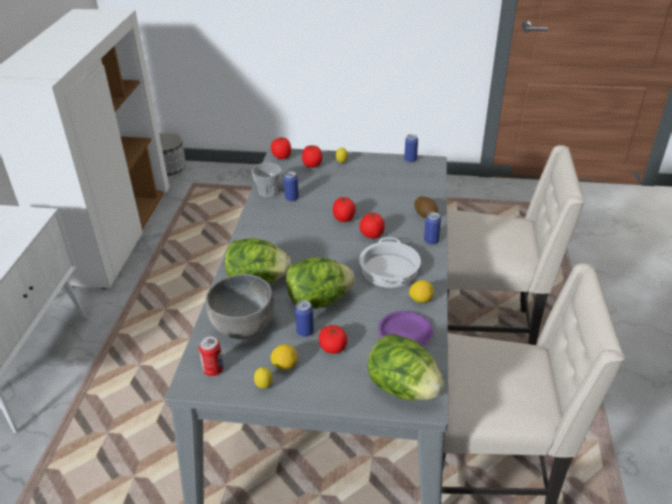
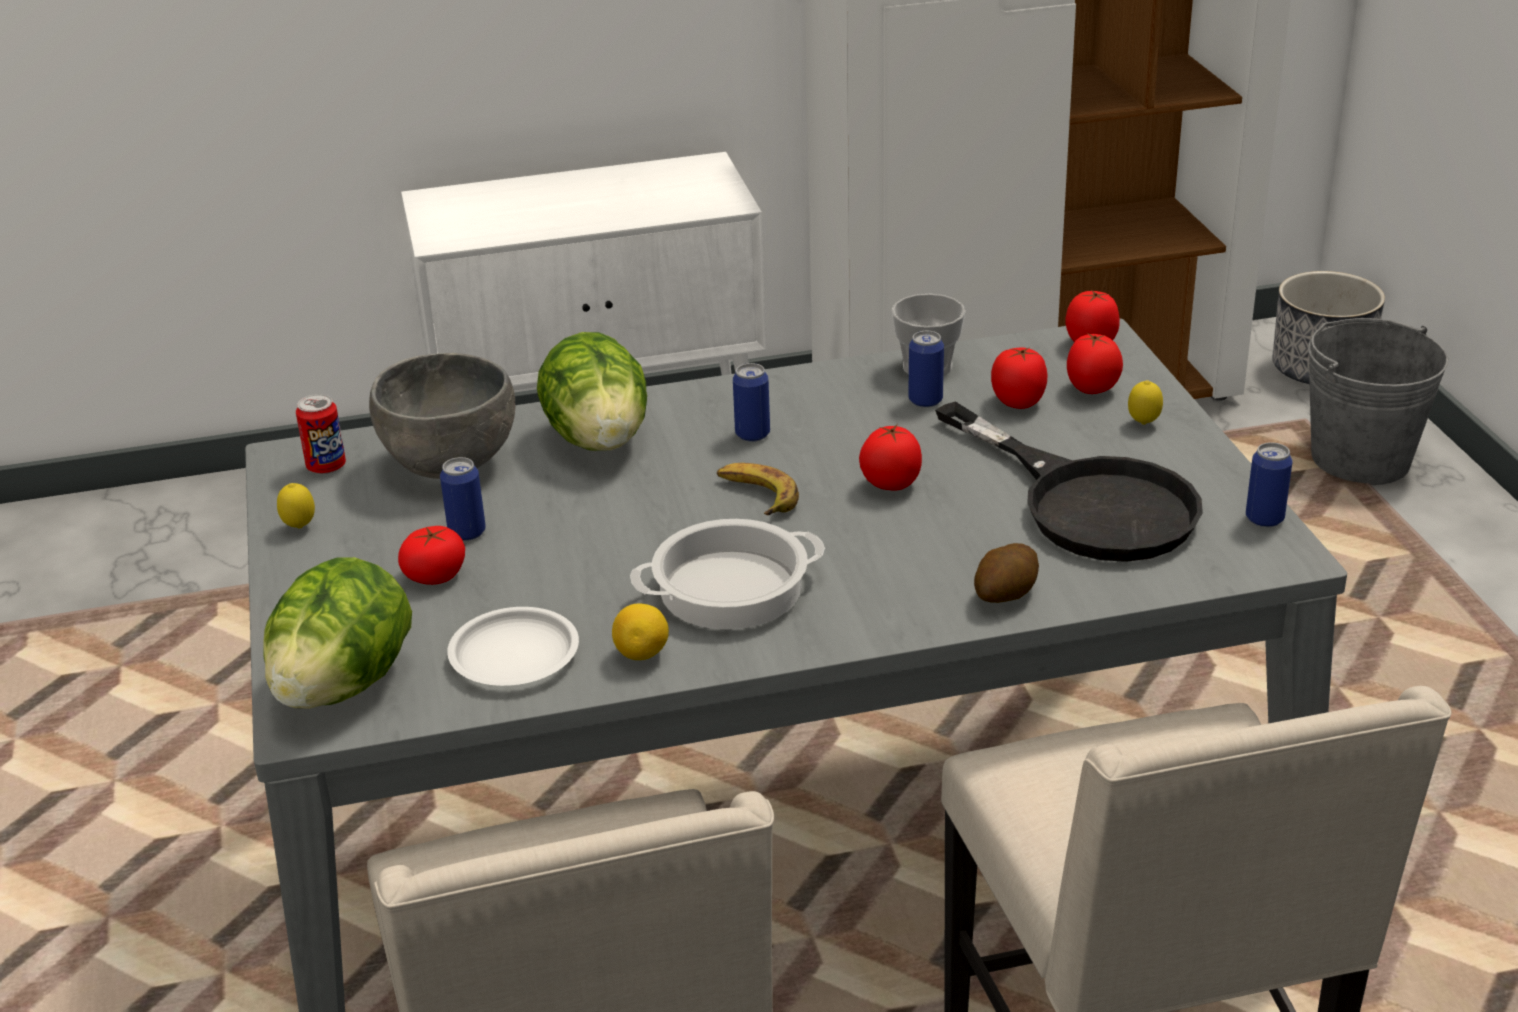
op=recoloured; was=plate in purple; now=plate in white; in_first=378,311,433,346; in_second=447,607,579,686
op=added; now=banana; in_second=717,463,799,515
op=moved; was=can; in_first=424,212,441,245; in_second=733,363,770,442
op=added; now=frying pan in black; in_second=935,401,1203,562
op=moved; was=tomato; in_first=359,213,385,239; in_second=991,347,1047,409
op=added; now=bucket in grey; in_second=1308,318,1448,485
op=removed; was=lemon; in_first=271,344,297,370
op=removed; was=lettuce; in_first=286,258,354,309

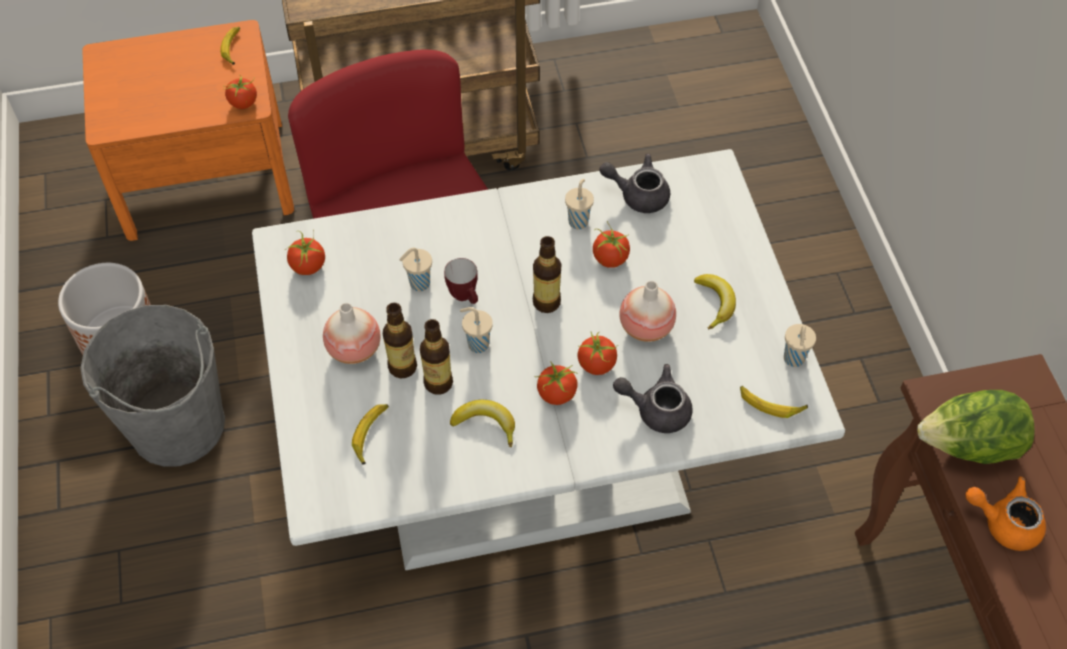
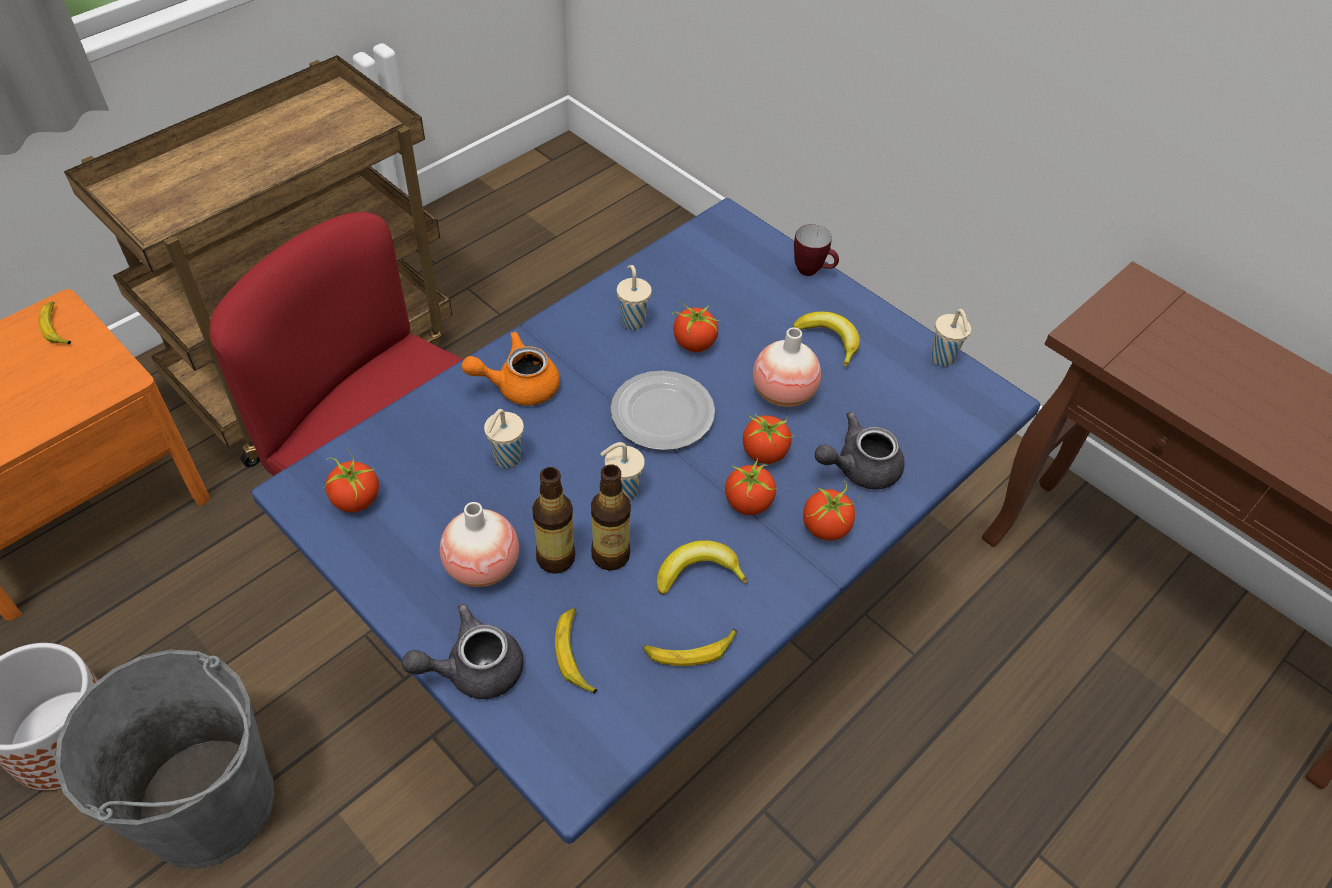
op=recoloured; was=dining table in white; now=dining table in blue; in_first=252,149,845,570; in_second=252,198,1040,844
op=moved; was=teapot in grey; in_first=599,154,670,213; in_second=402,604,524,699
op=moved; was=teapot in orange; in_first=965,477,1046,551; in_second=461,331,560,406
op=replaced; was=bottle; now=plate; in_first=533,236,561,313; in_second=611,371,715,450
op=moved; was=banana; in_first=740,386,808,418; in_second=643,628,737,666
op=moved; was=mug; in_first=444,258,478,304; in_second=794,224,839,276
op=moved; was=tomato; in_first=223,74,257,109; in_second=803,481,859,540
op=removed; was=lettuce; in_first=917,390,1035,464

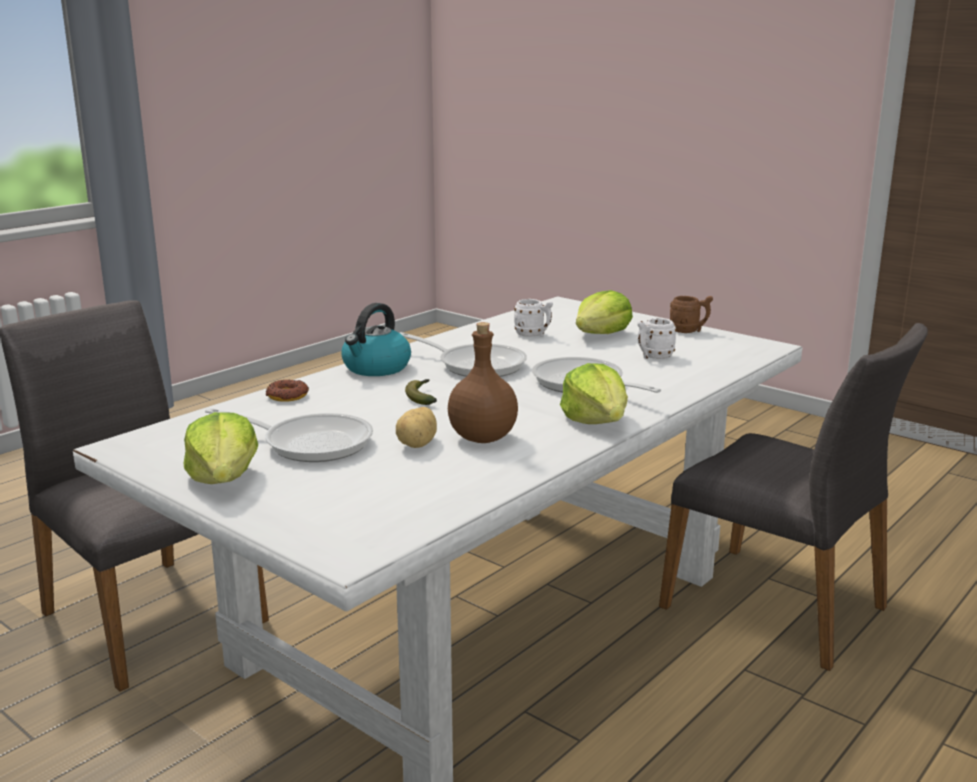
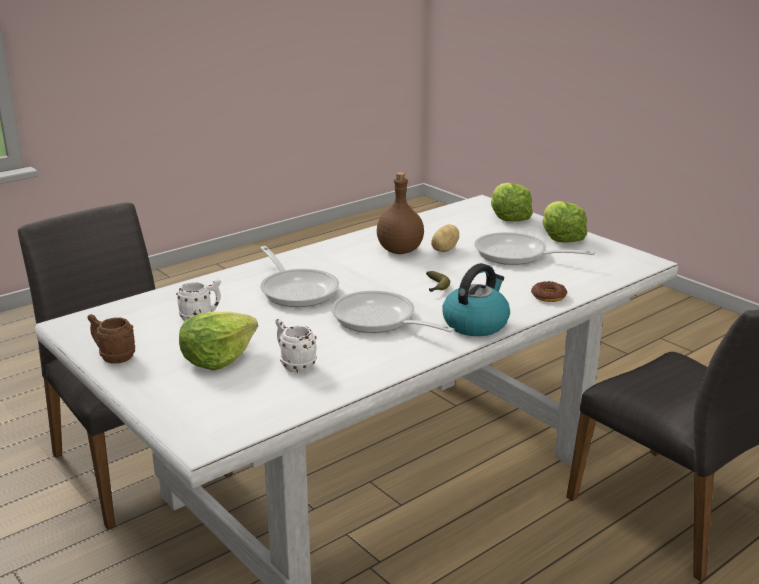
op=moved; was=lettuce; in_first=560,363,628,424; in_second=491,183,533,222

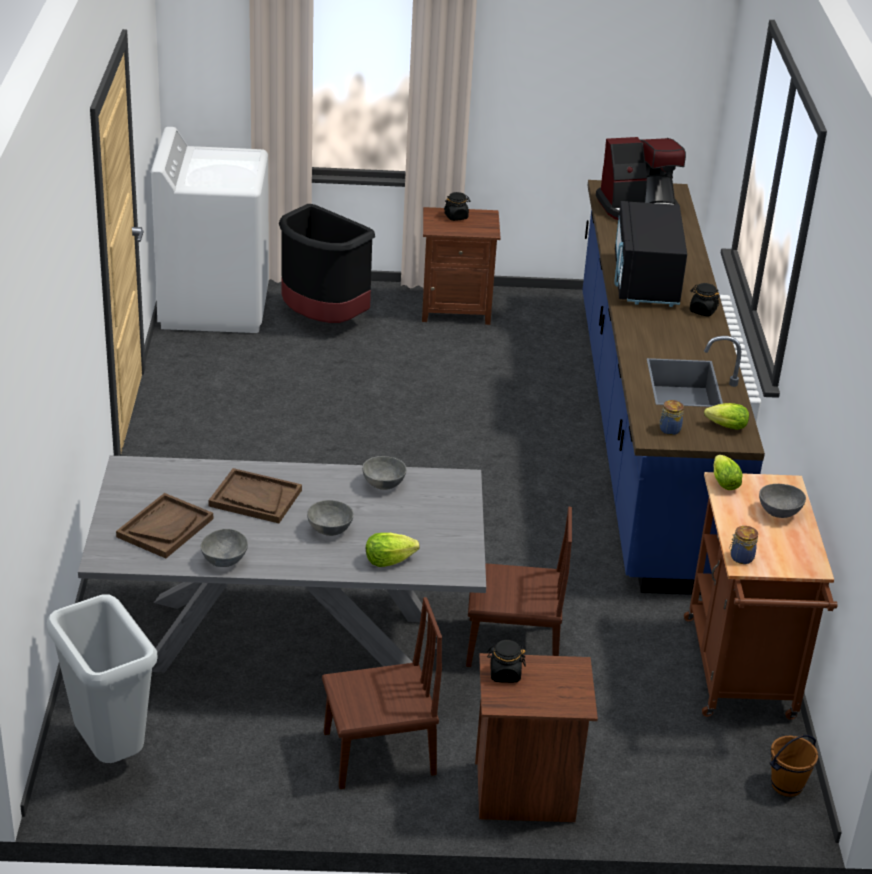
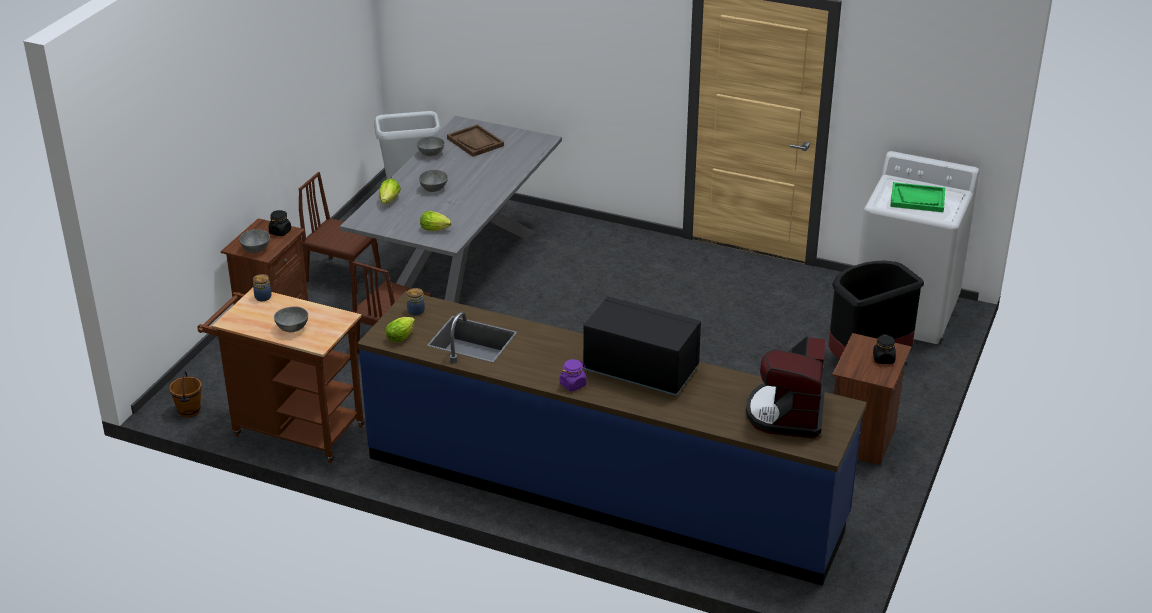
op=moved; was=bowl in grey; in_first=362,456,407,490; in_second=239,229,270,253
op=turned; was=chair in brown; in_first=322,597,442,789; in_second=299,172,381,295; clockwise=105
op=moved; was=lettuce; in_first=713,455,743,490; in_second=420,211,452,231
op=recoloured; was=jar in black; now=jar in purple; in_first=690,283,720,317; in_second=560,359,586,391
op=added; now=tray in green; in_second=890,182,945,212
op=removed; was=tray in brown; in_first=208,468,302,523

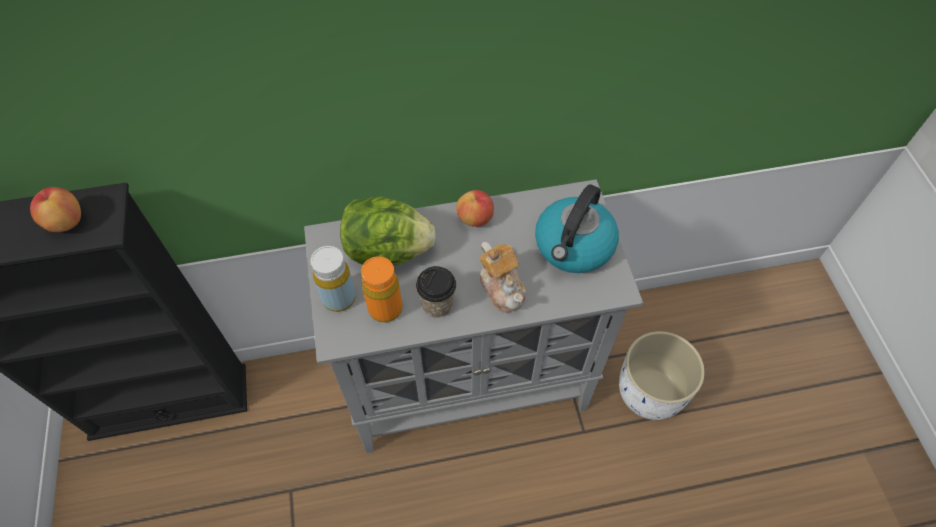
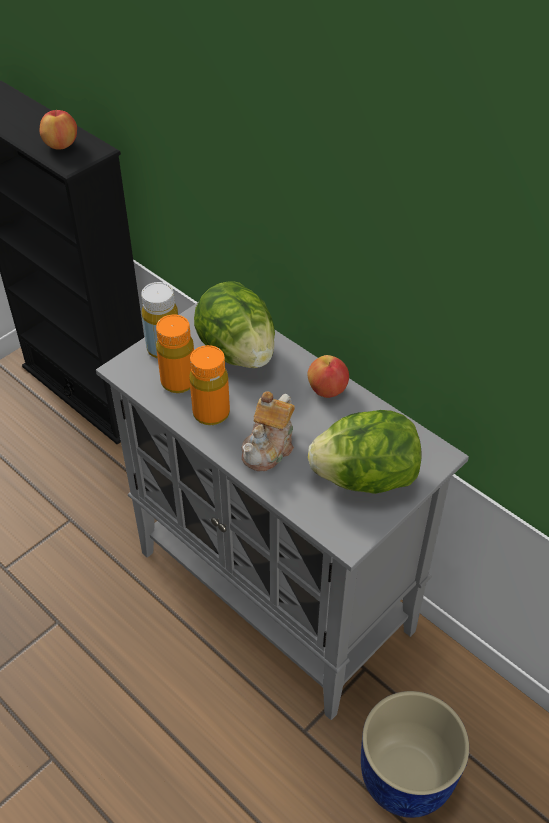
op=replaced; was=cup; now=bottle in orange; in_first=416,266,456,318; in_second=189,345,230,425
op=replaced; was=kettle; now=lettuce; in_first=535,184,619,273; in_second=308,410,422,494
op=recoloured; was=planter in white; now=planter in blue; in_first=619,331,705,420; in_second=361,691,469,818

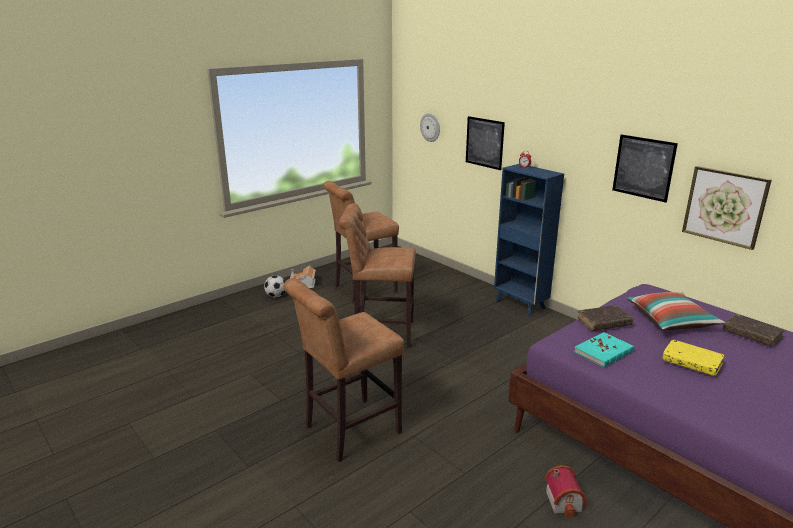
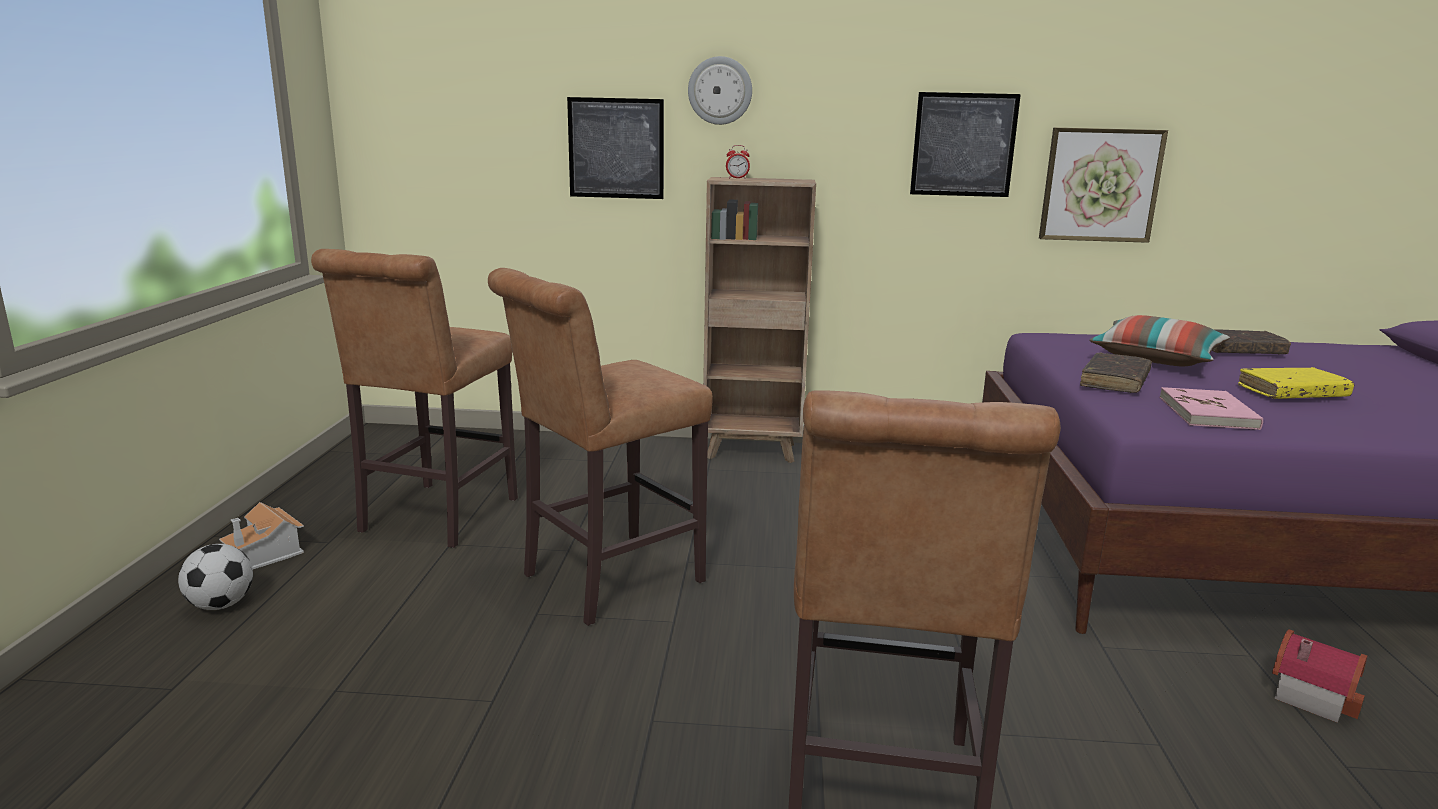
op=moved; was=wall clock; in_first=420,113,440,142; in_second=688,56,752,125
op=recoloured; was=bookcase in blue; now=bookcase in brown; in_first=494,164,564,317; in_second=703,177,816,463
op=recoloured; was=book in turquoise; now=book in pink; in_first=574,332,634,367; in_second=1160,387,1263,430

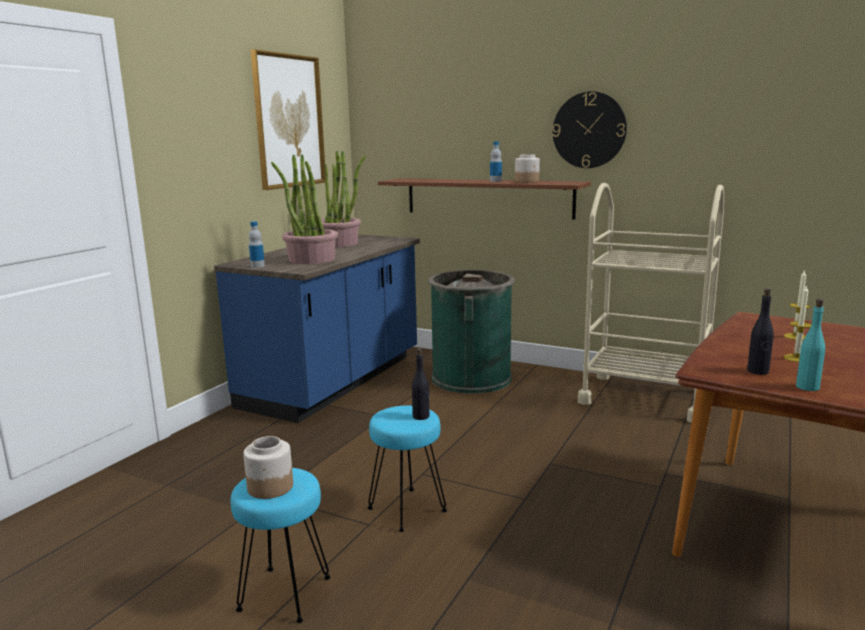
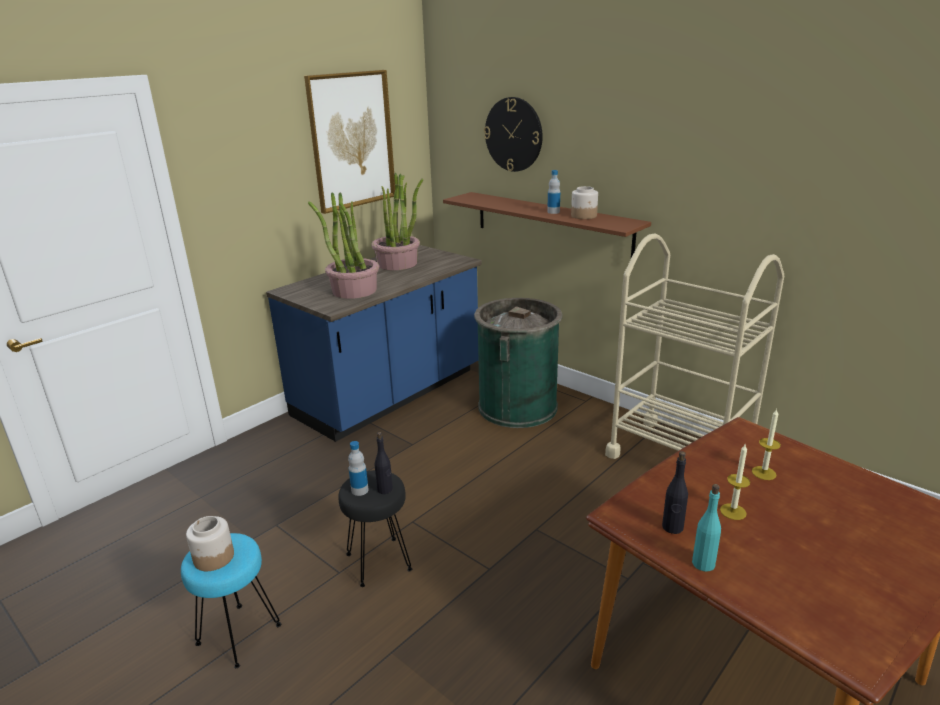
op=recoloured; was=stool in turquoise; now=stool in black; in_first=368,406,447,532; in_second=338,470,412,587
op=moved; was=bottle; in_first=249,221,265,268; in_second=348,441,369,496
op=moved; was=wall clock; in_first=552,91,627,168; in_second=484,97,543,172

